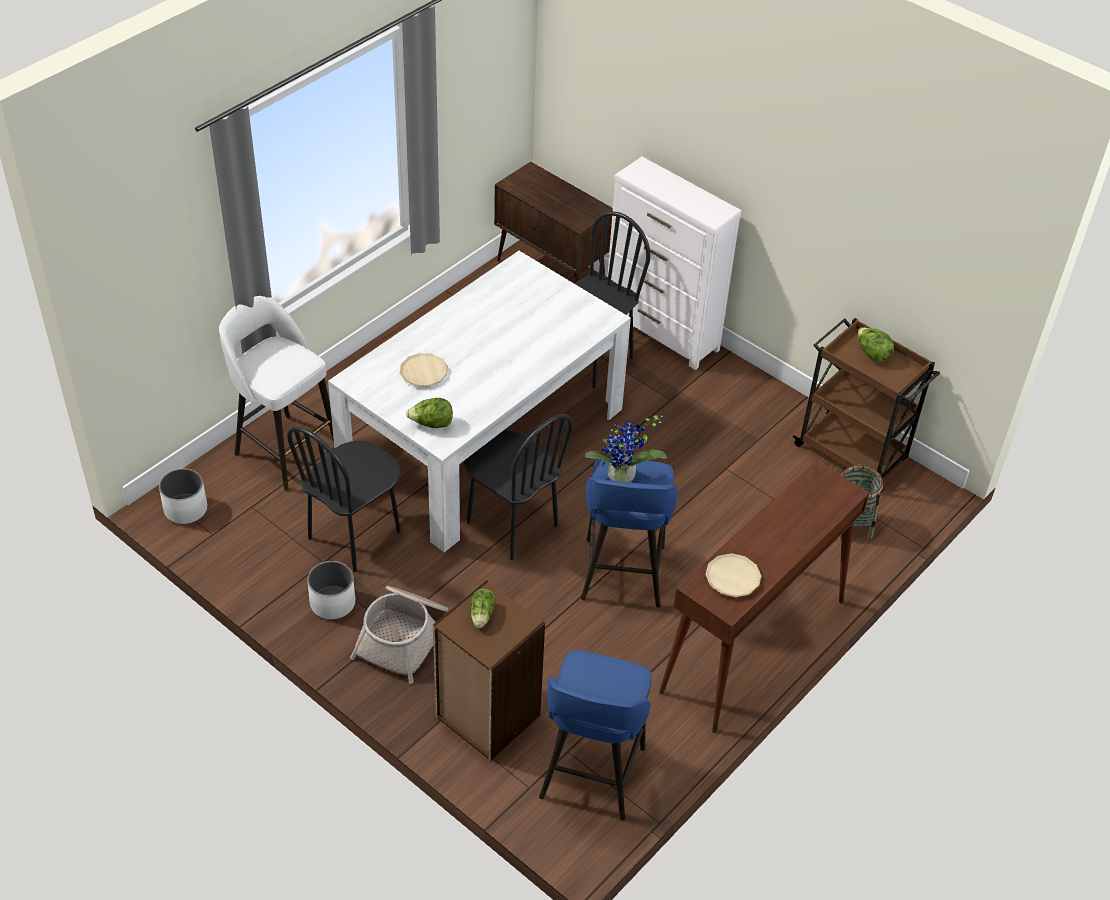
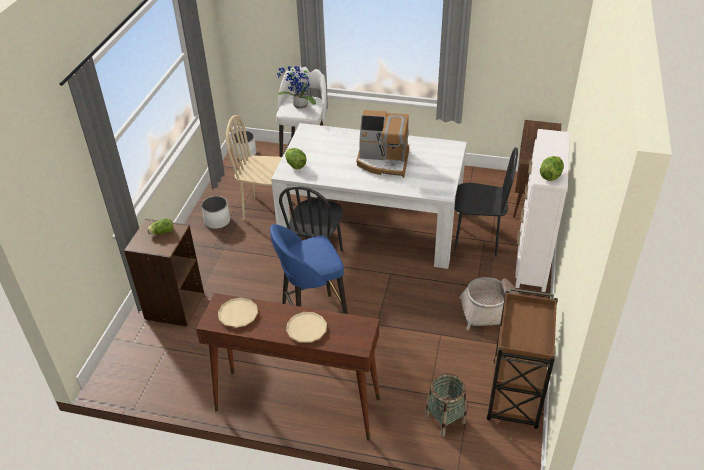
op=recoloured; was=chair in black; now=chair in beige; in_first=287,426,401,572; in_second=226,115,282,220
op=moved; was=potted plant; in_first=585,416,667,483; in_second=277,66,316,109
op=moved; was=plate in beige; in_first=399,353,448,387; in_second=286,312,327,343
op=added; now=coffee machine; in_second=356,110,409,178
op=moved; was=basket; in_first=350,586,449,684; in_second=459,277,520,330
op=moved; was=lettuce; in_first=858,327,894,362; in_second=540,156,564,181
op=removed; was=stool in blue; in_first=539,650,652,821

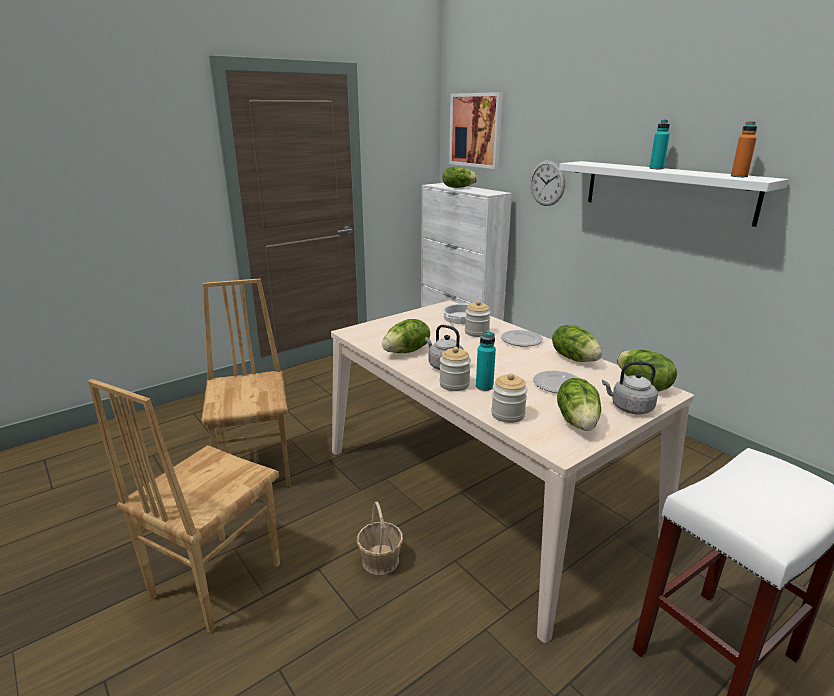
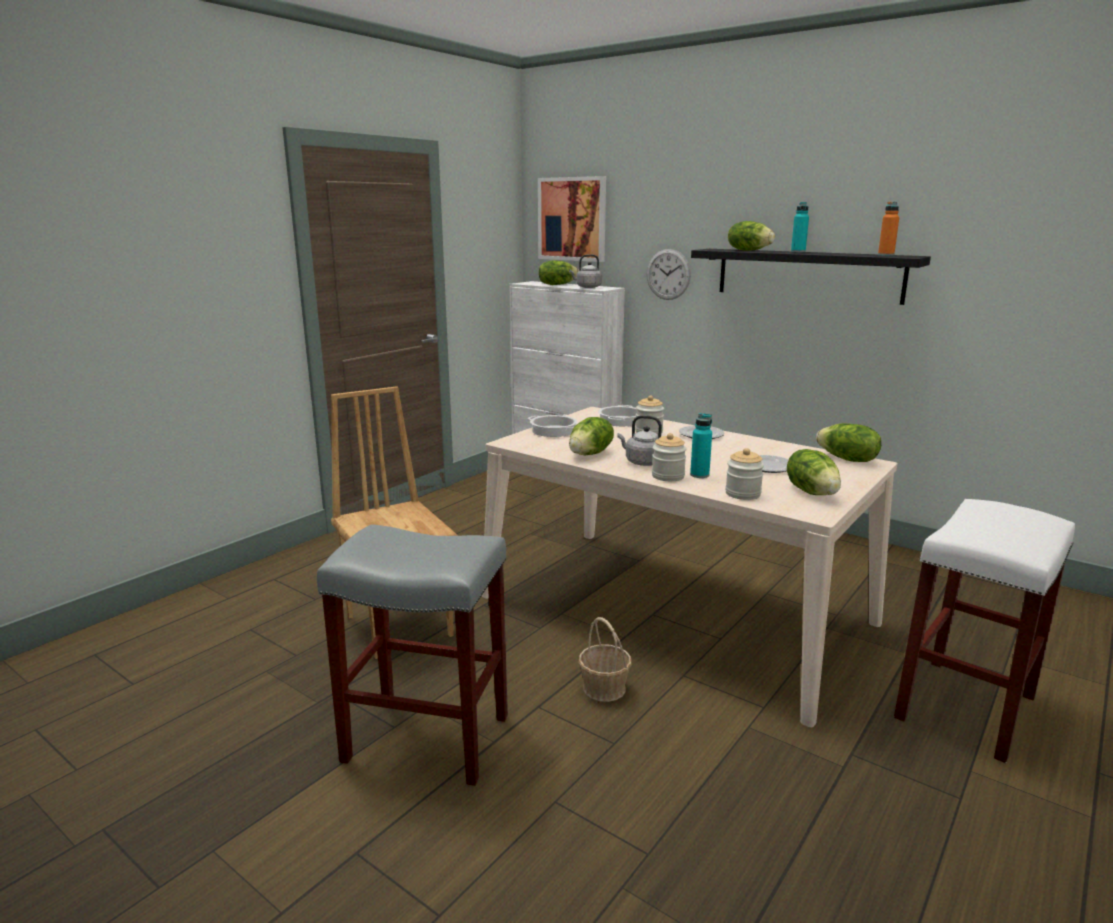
op=replaced; was=chair in brown; now=stool in grey; in_first=88,379,280,634; in_second=317,524,508,786
op=added; now=cooking pot; in_second=528,415,577,437
op=moved; was=kettle in grey; in_first=602,361,658,415; in_second=569,254,602,288
op=recoloured; was=shelf in white; now=shelf in black; in_first=559,161,789,227; in_second=691,249,931,305
op=moved; was=lettuce; in_first=552,325,602,362; in_second=728,221,775,251

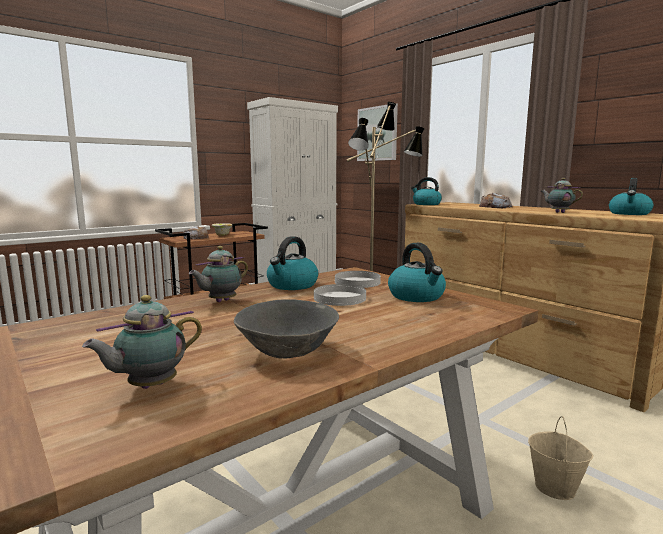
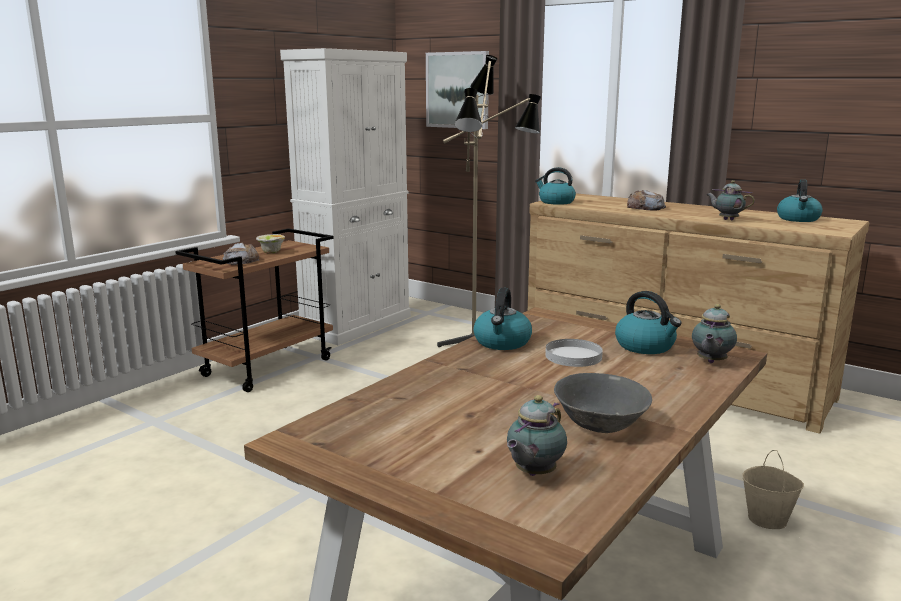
op=moved; was=teapot; in_first=189,246,248,302; in_second=692,304,737,363
op=removed; was=plate in white; in_first=335,271,381,288

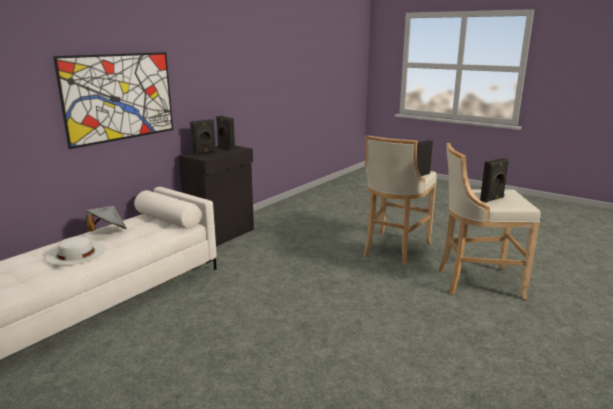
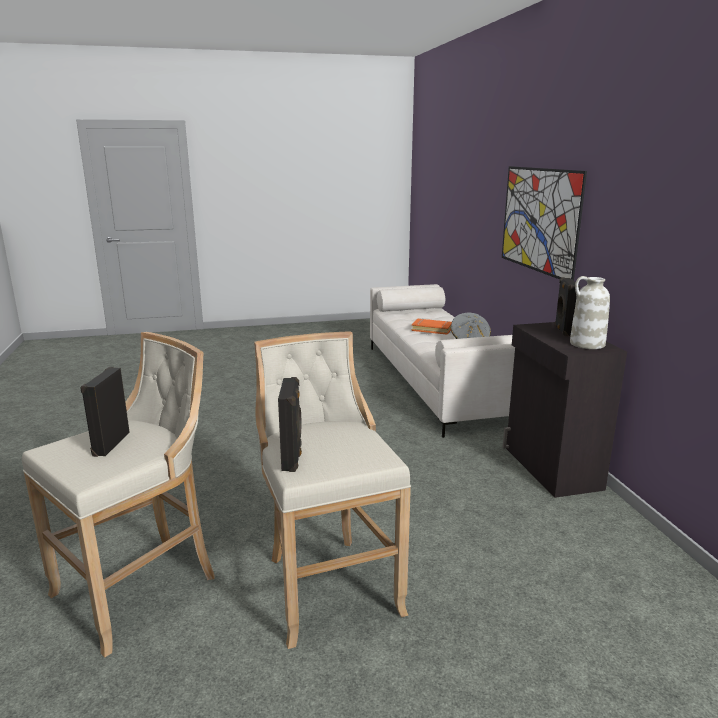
op=replaced; was=hat in white; now=book in orange; in_first=45,236,105,266; in_second=412,318,452,335
op=replaced; was=speaker in black; now=vase in white; in_first=216,116,235,150; in_second=570,276,610,349

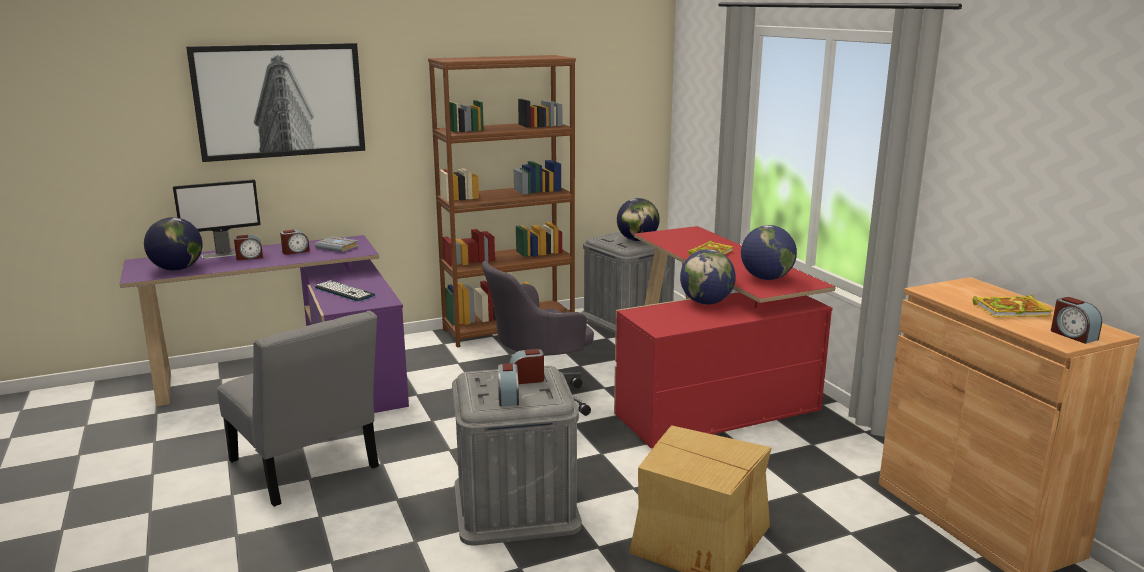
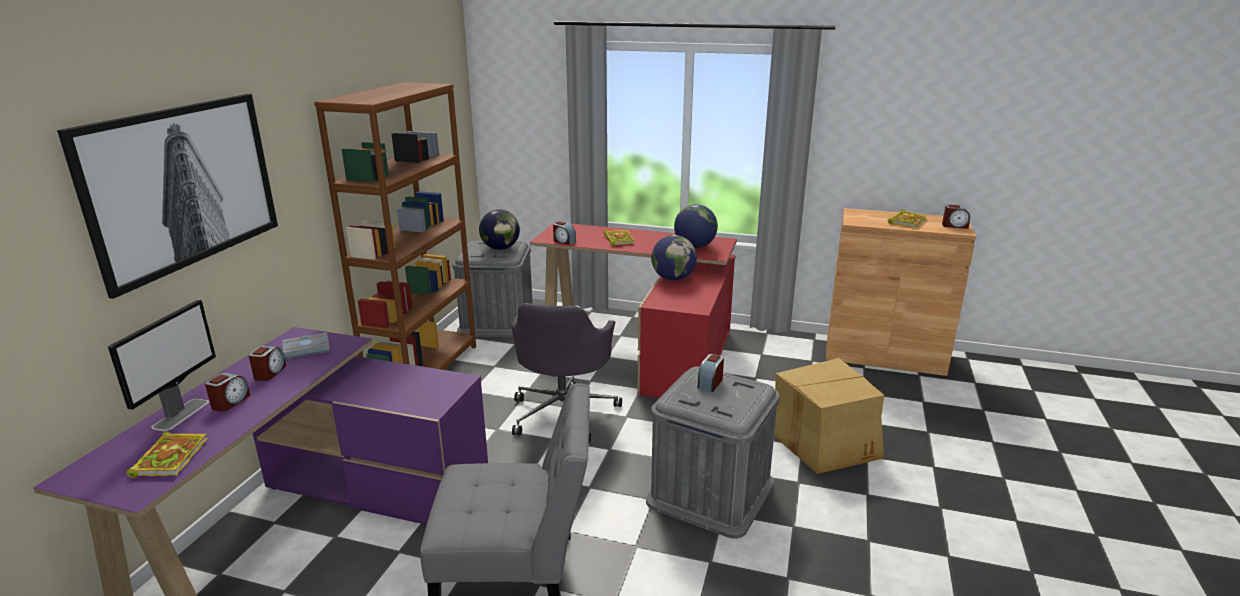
op=replaced; was=globe; now=book; in_first=144,217,203,271; in_second=127,432,208,478
op=moved; was=alarm clock; in_first=498,363,519,406; in_second=553,221,576,245
op=removed; was=keyboard; in_first=315,280,375,302

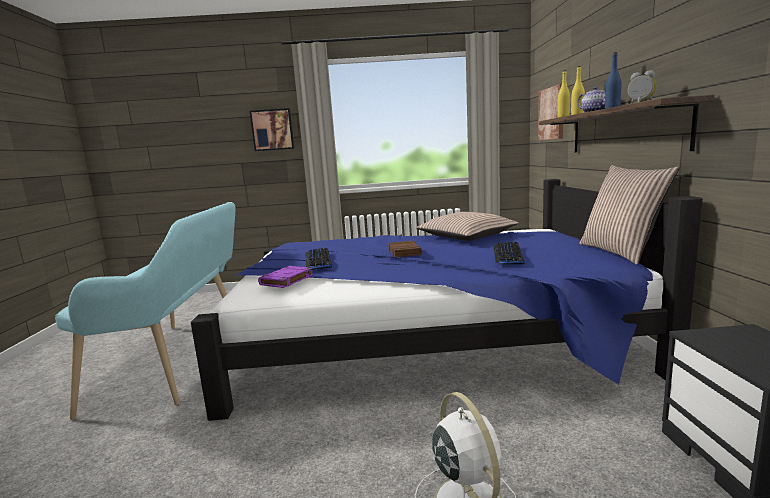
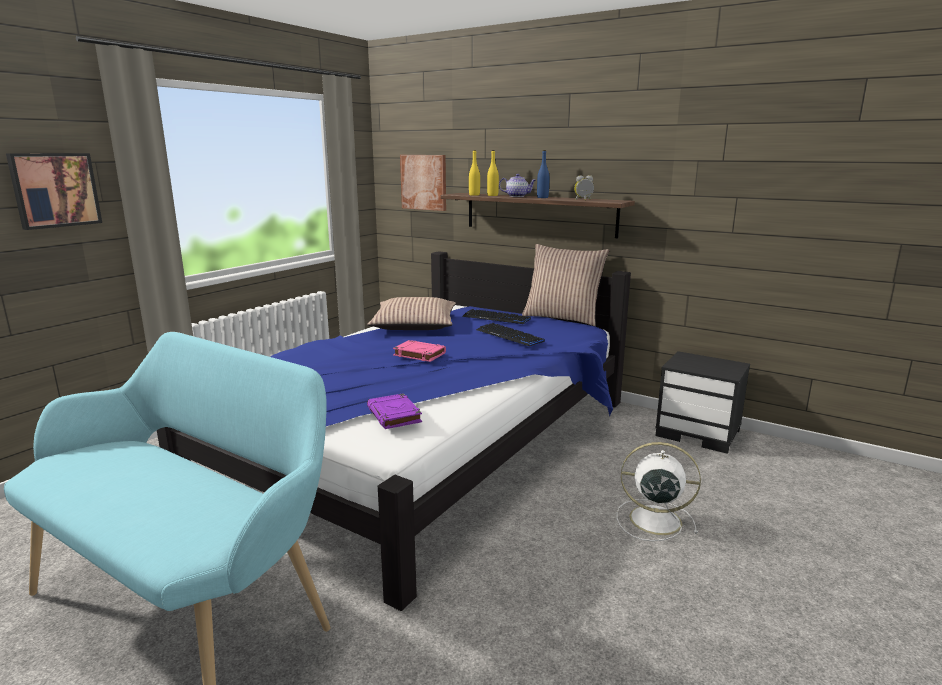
op=recoloured; was=book in brown; now=book in pink; in_first=388,241,422,257; in_second=393,340,446,362
op=moved; was=keyboard; in_first=305,248,332,270; in_second=462,309,531,324

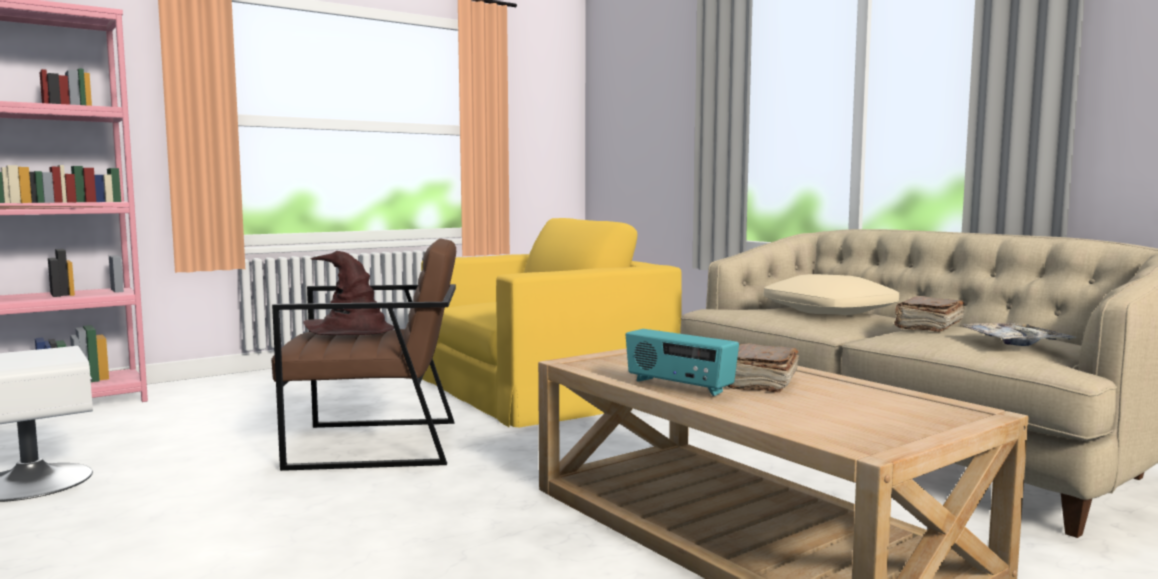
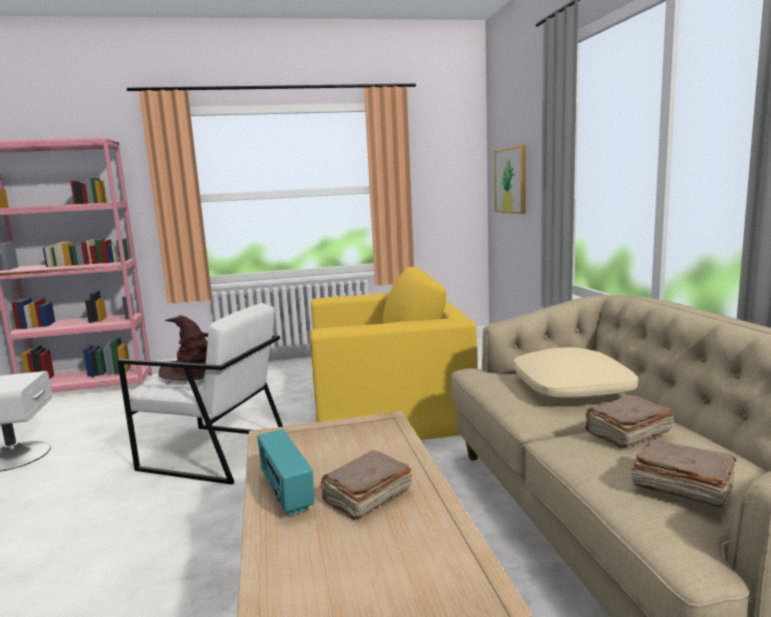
op=recoloured; was=armchair in brown; now=armchair in white; in_first=271,239,456,471; in_second=117,303,283,485
op=added; now=picture; in_second=494,145,526,214
op=replaced; was=tray; now=book in brown; in_first=960,323,1076,346; in_second=631,439,736,507

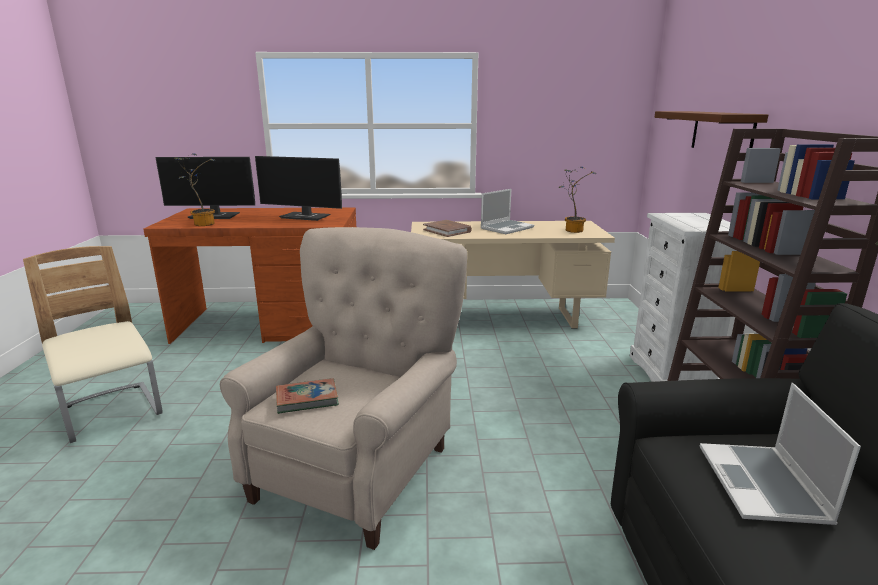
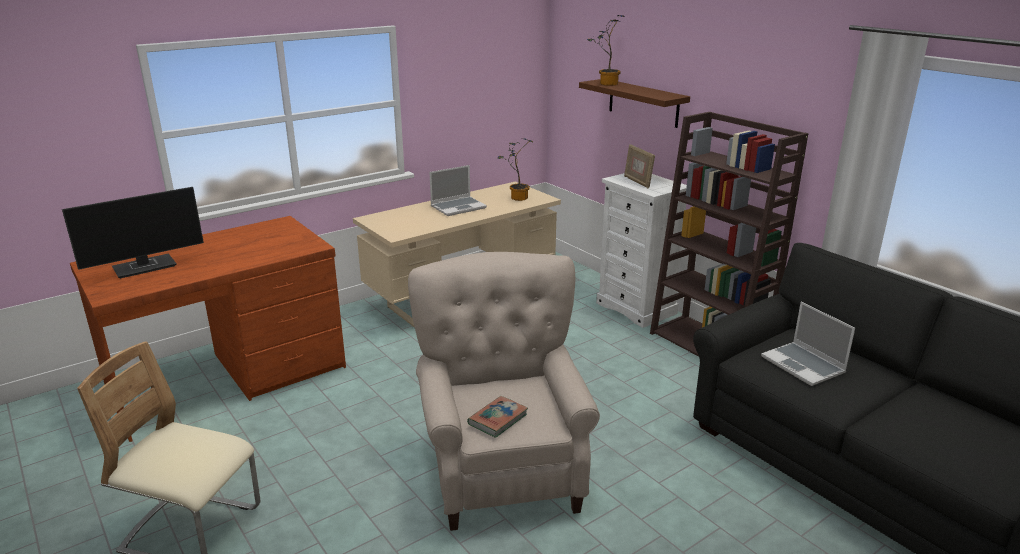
op=turned; was=laptop; in_first=481,189,534,234; in_second=429,165,487,216; clockwise=45
op=moved; was=potted plant; in_first=174,153,215,226; in_second=587,15,625,86
op=added; now=picture frame; in_second=624,144,655,188
op=removed; was=monitor; in_first=255,156,342,221
op=removed; was=book in brown; in_first=423,220,472,237

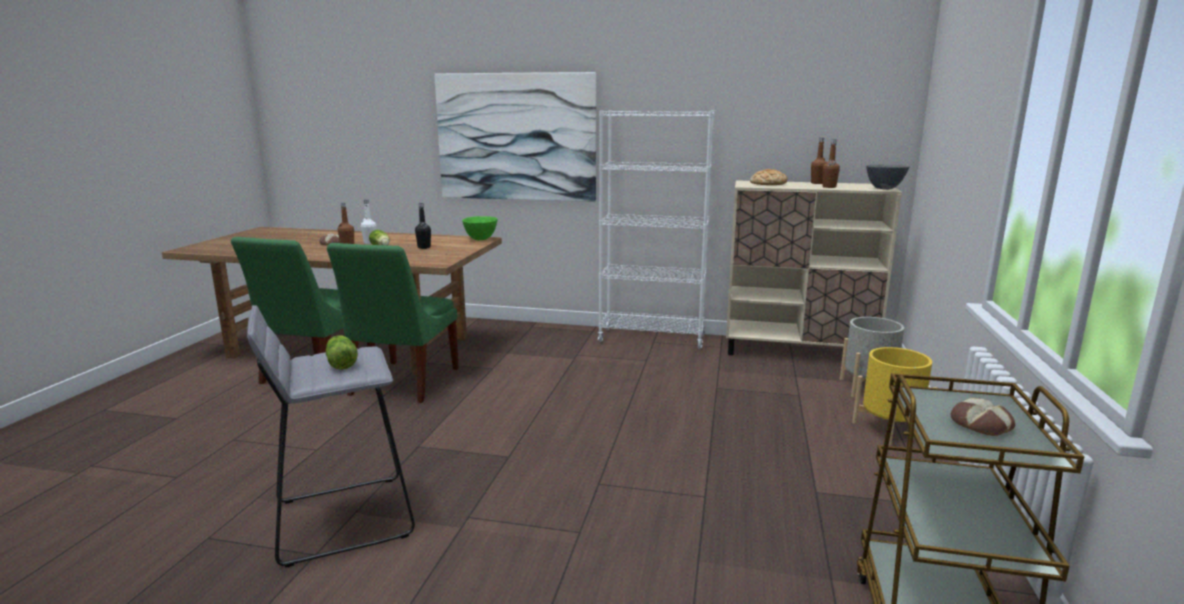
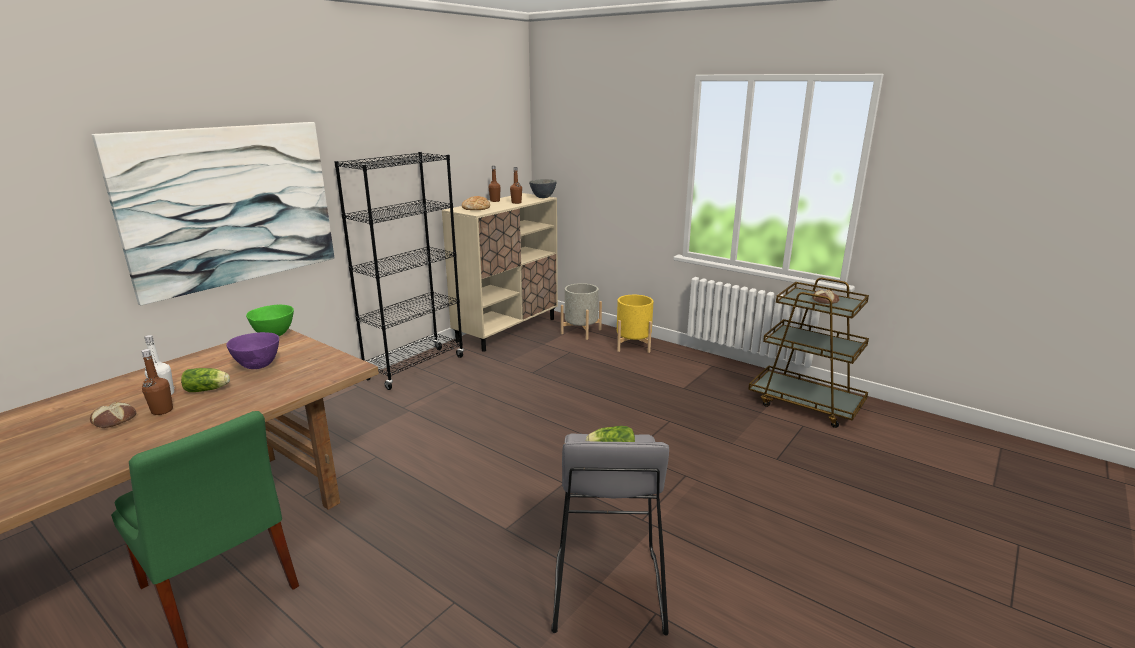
op=replaced; was=bottle in black; now=bowl in purple; in_first=415,203,431,249; in_second=226,332,279,369
op=recoloured; was=bookcase in white; now=bookcase in black; in_first=598,110,715,349; in_second=334,152,464,390
op=removed; was=chair in green; in_first=327,243,459,403

